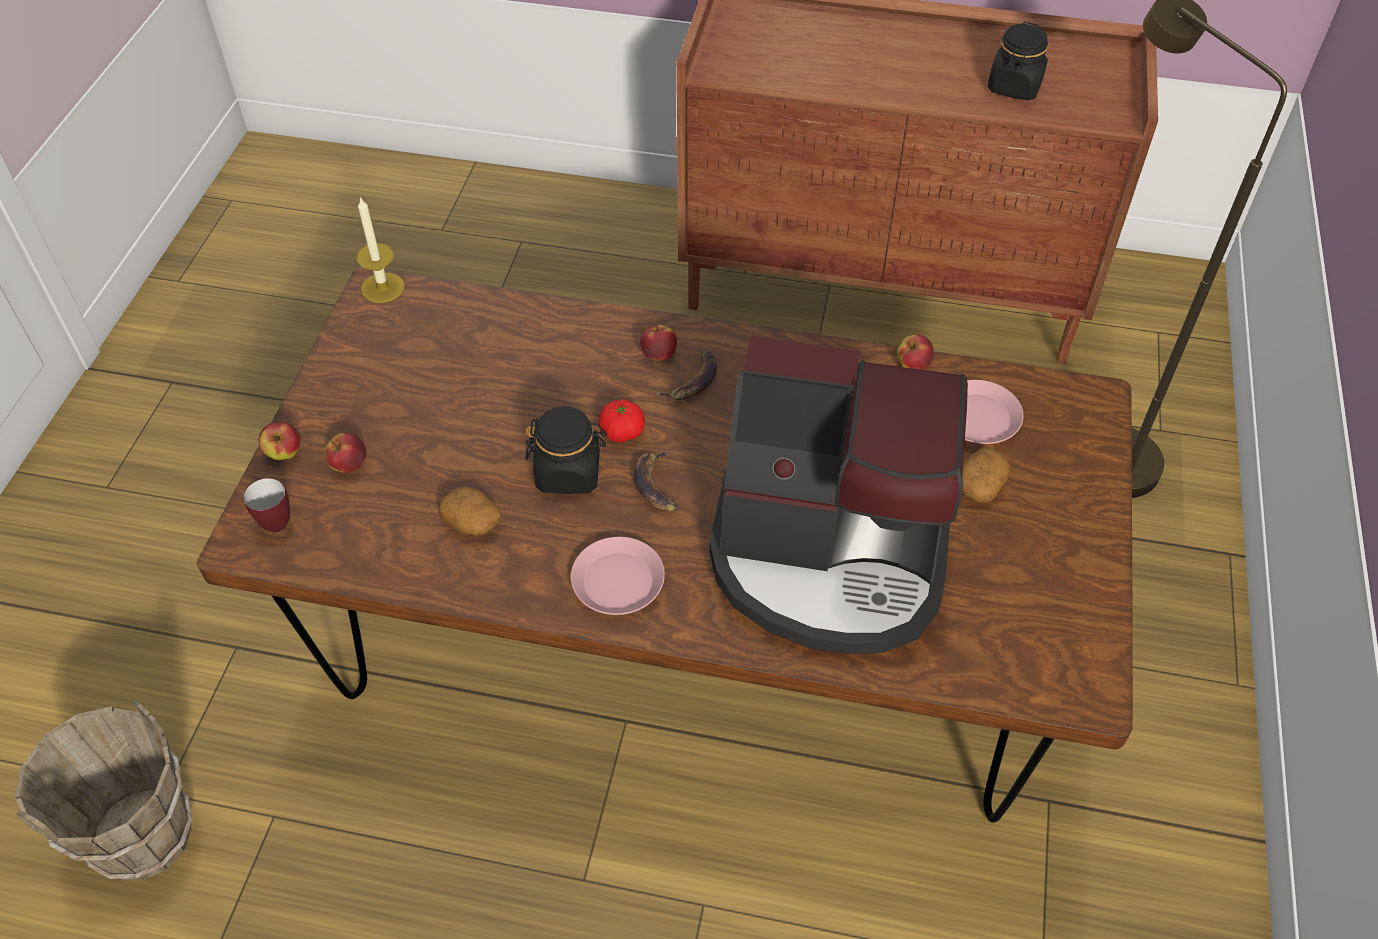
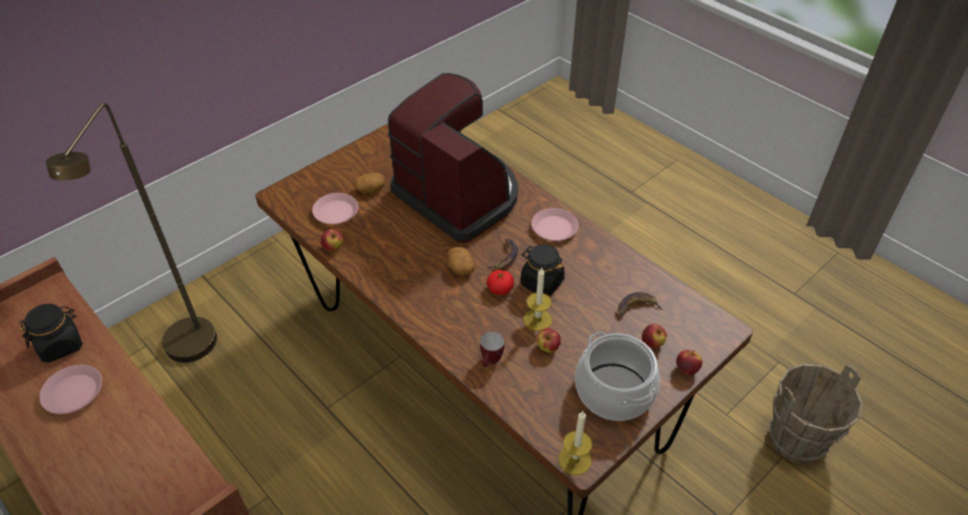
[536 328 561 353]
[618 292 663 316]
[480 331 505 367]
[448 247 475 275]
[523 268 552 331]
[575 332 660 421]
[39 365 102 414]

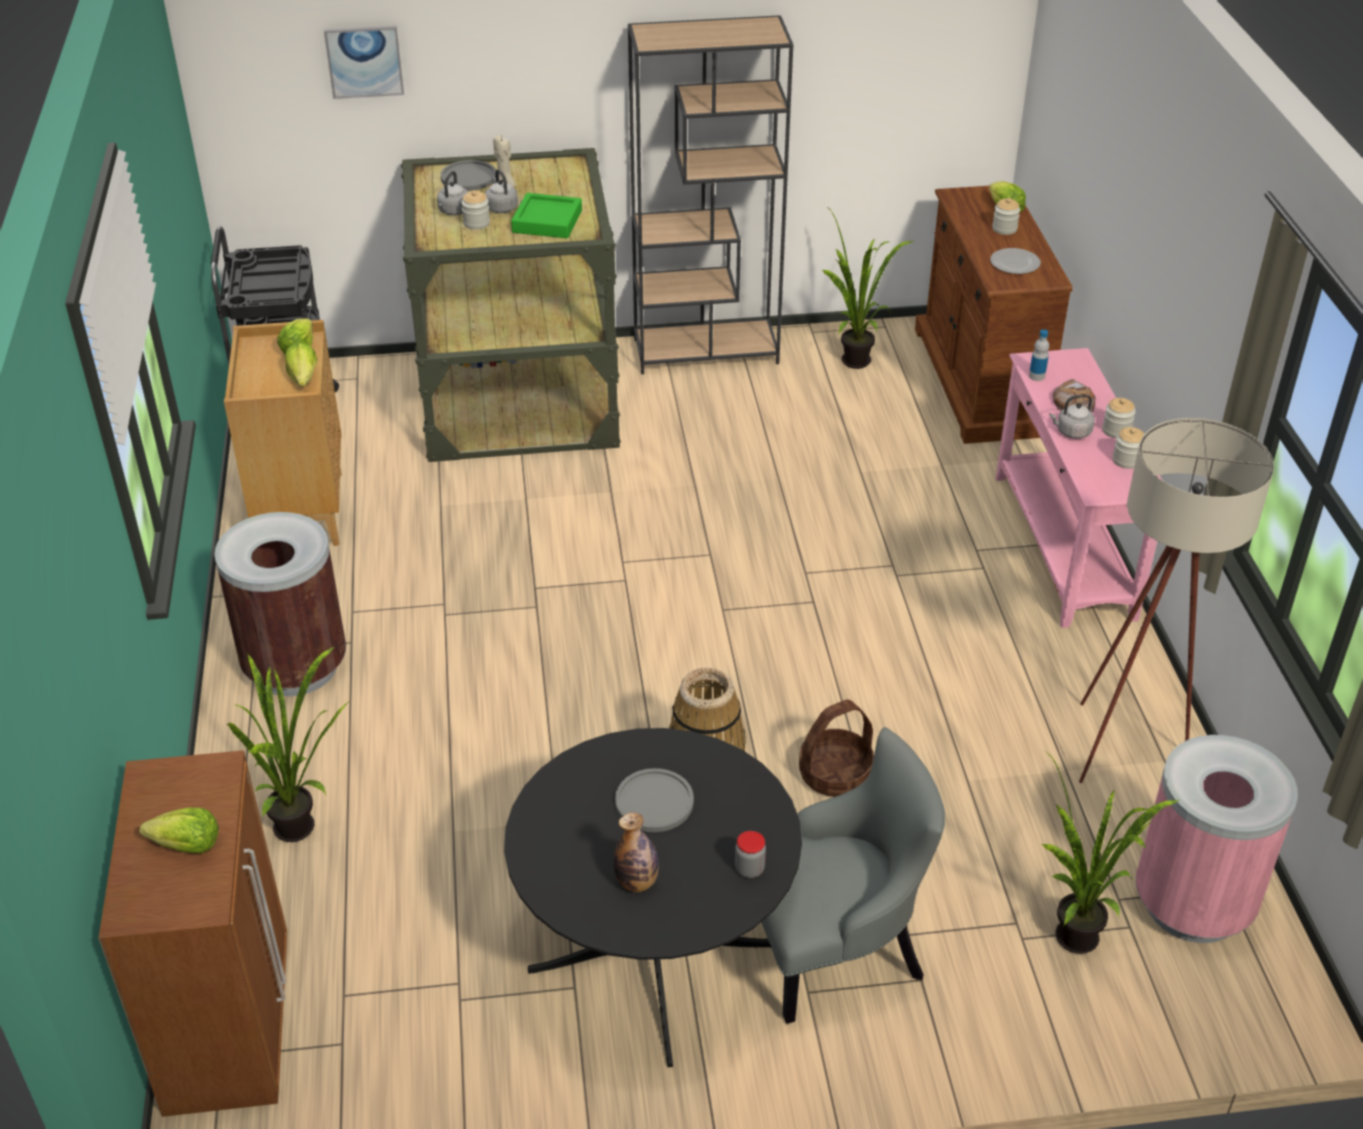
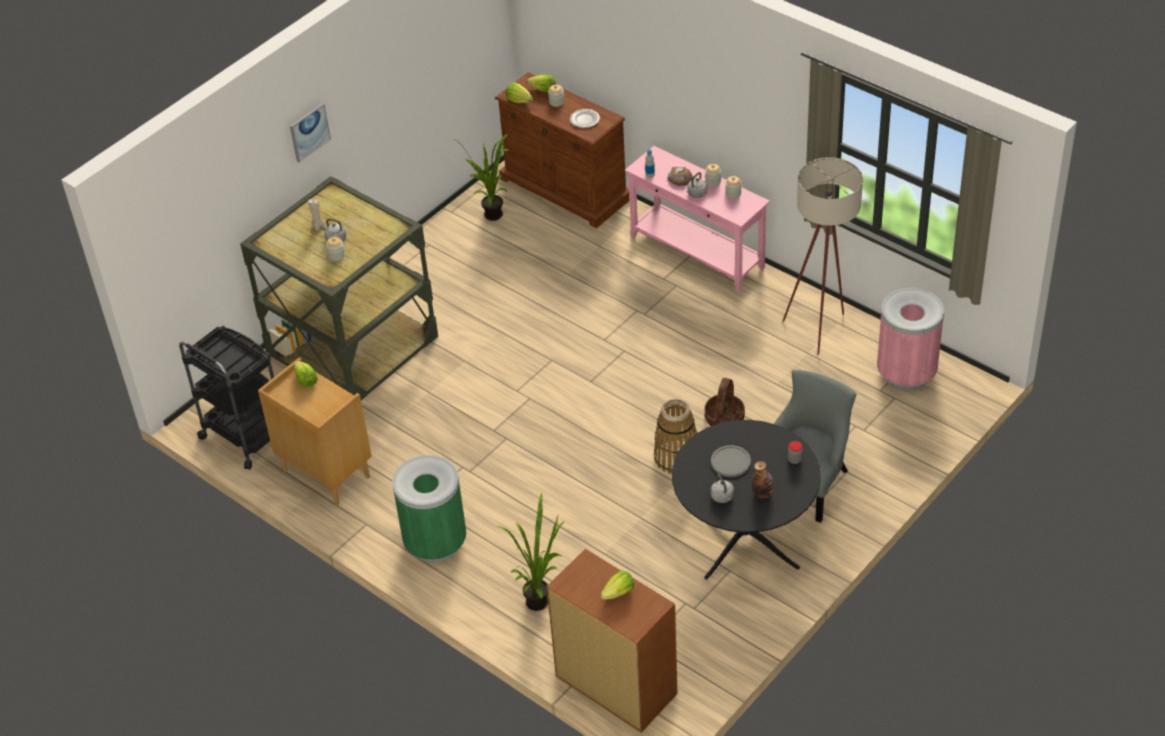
[628 15 793 374] (first image)
[290 103 331 162]
[441 160 496 191] (first image)
[711 474 734 503]
[511 193 582 238] (first image)
[506 82 533 103]
[392 455 466 562]
[1041 752 1180 954] (first image)

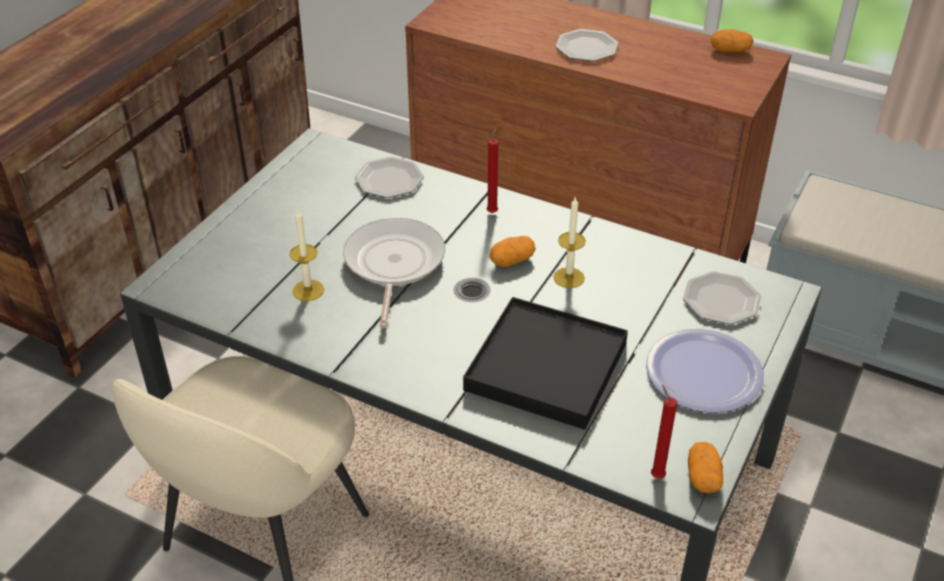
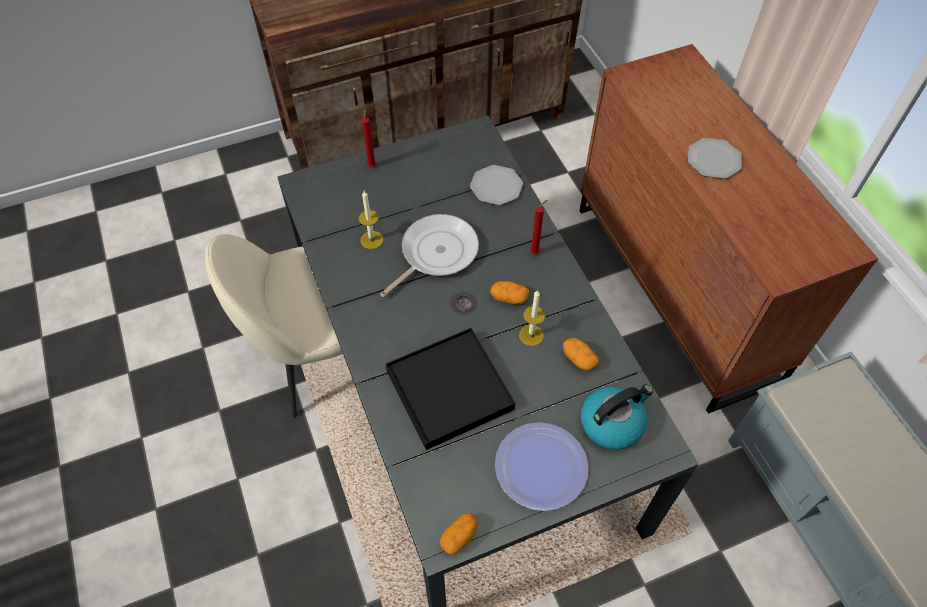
[563 338 599 371]
[581 384 653 450]
[362 109 376 167]

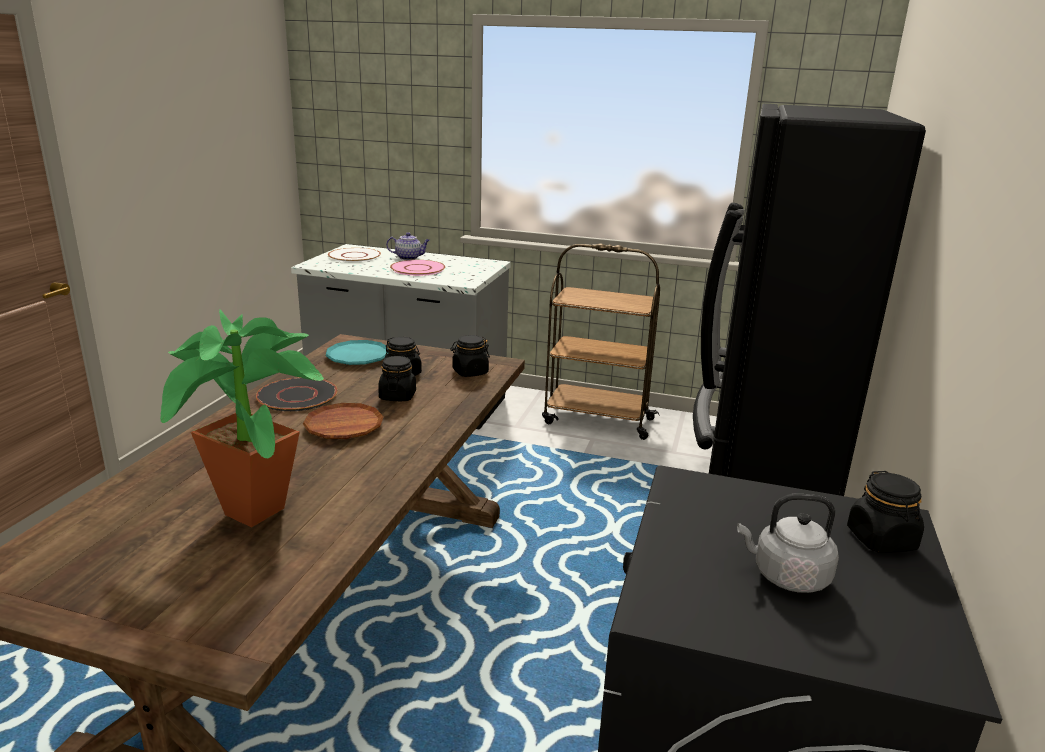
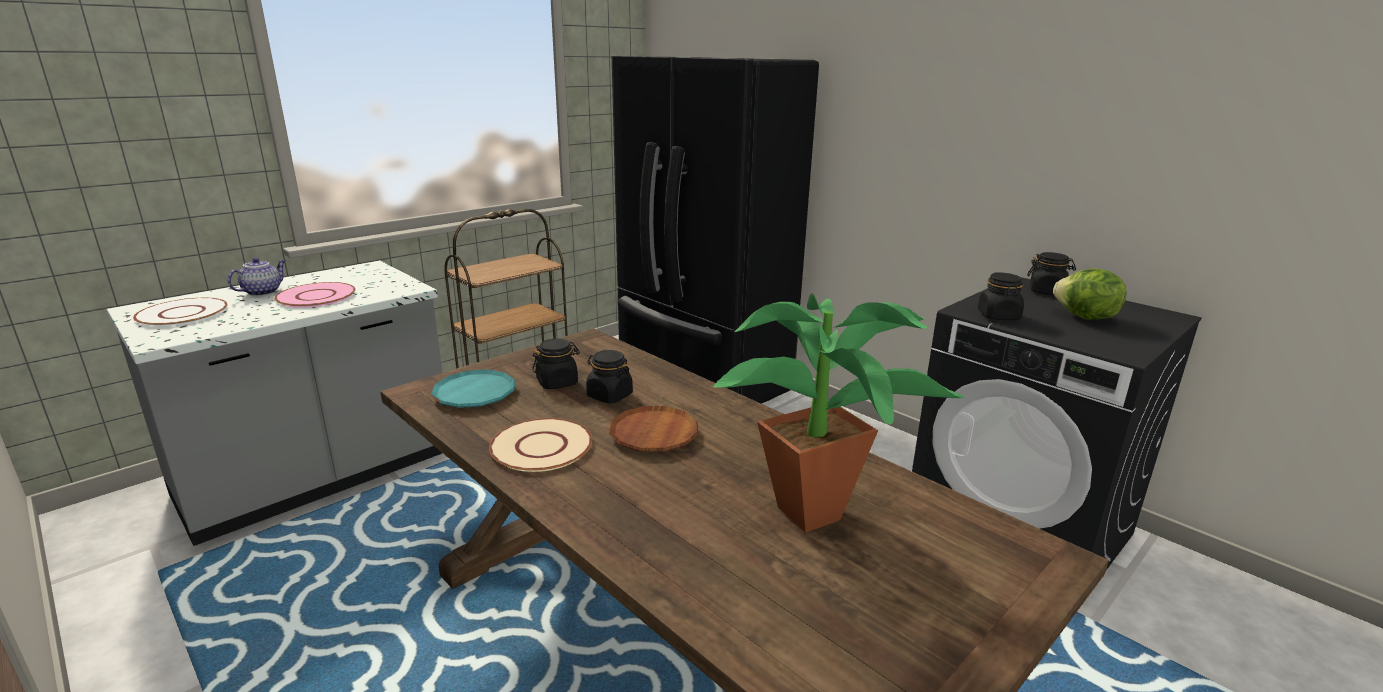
[978 272 1024 320]
[489 418 593 472]
[1053 269 1127 320]

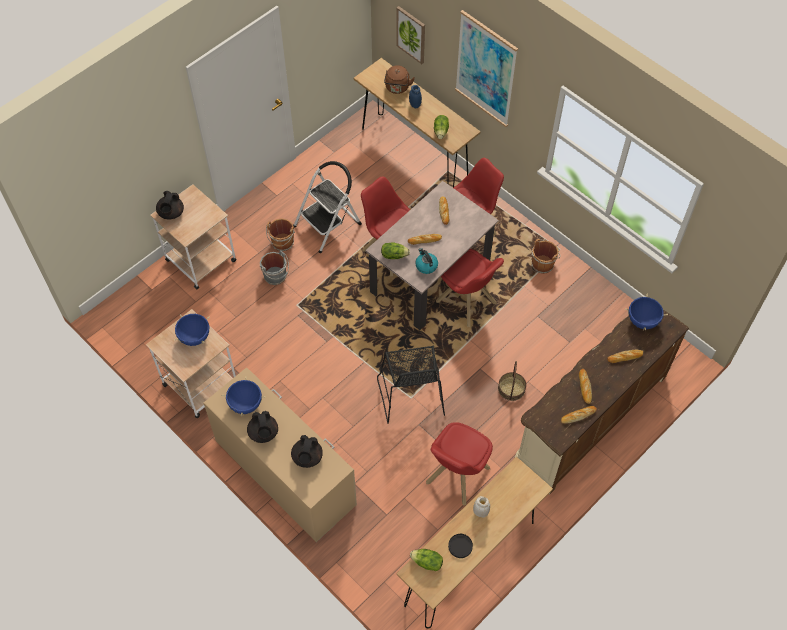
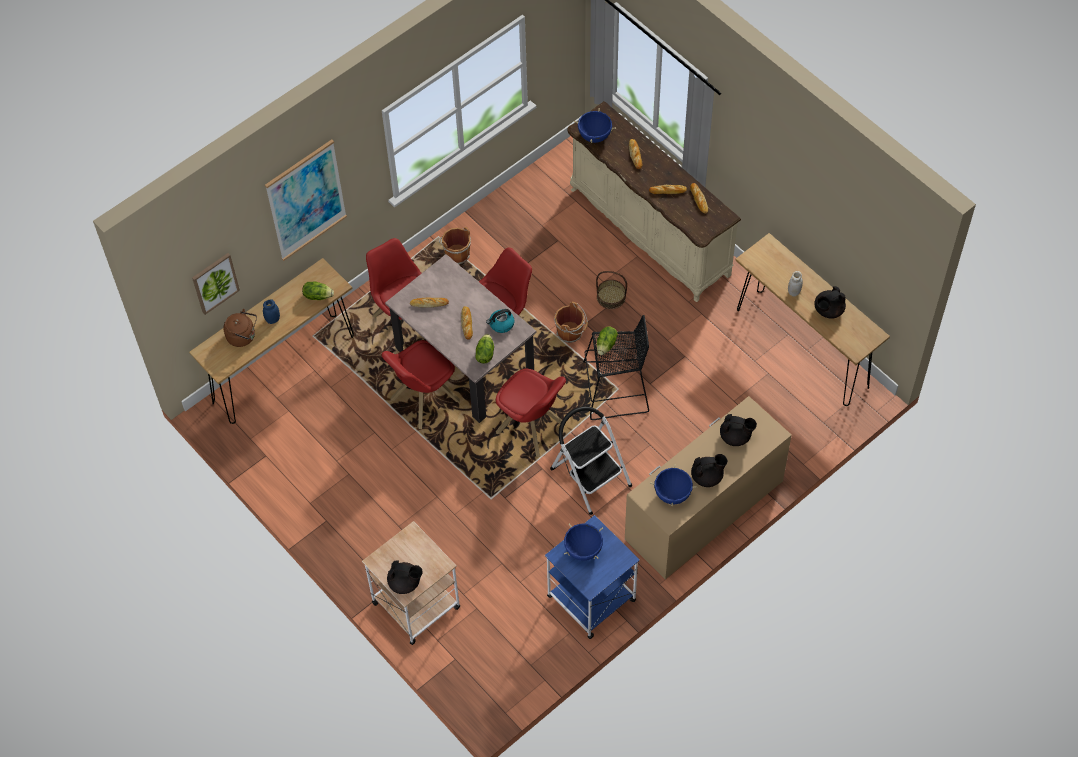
[550 406 632 515]
[554 302 588 343]
[260 250 289 285] (first image)
[545 515 640 639]
[496 369 566 457]
[815 286 846 319]
[597 326 618 355]

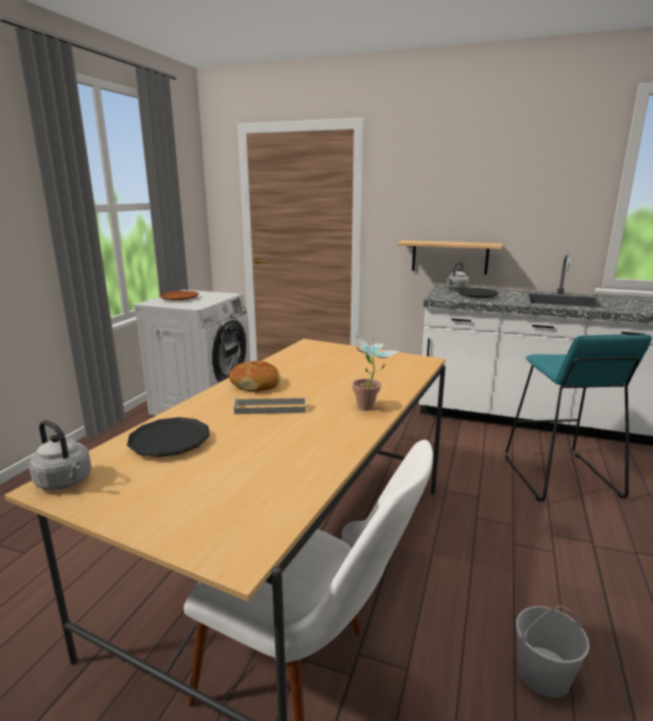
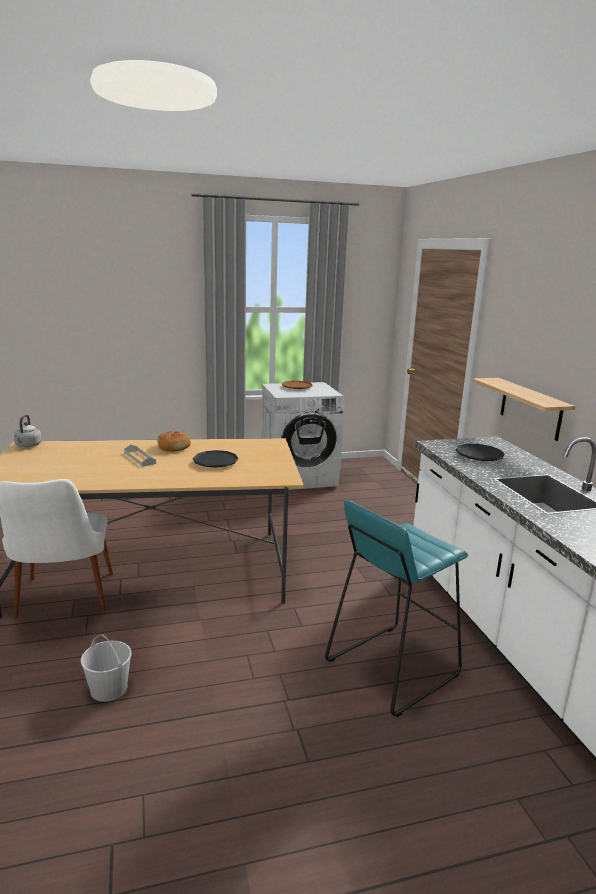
[447 262 469 291] (first image)
[352 335 400 411] (first image)
[193 450 239 468]

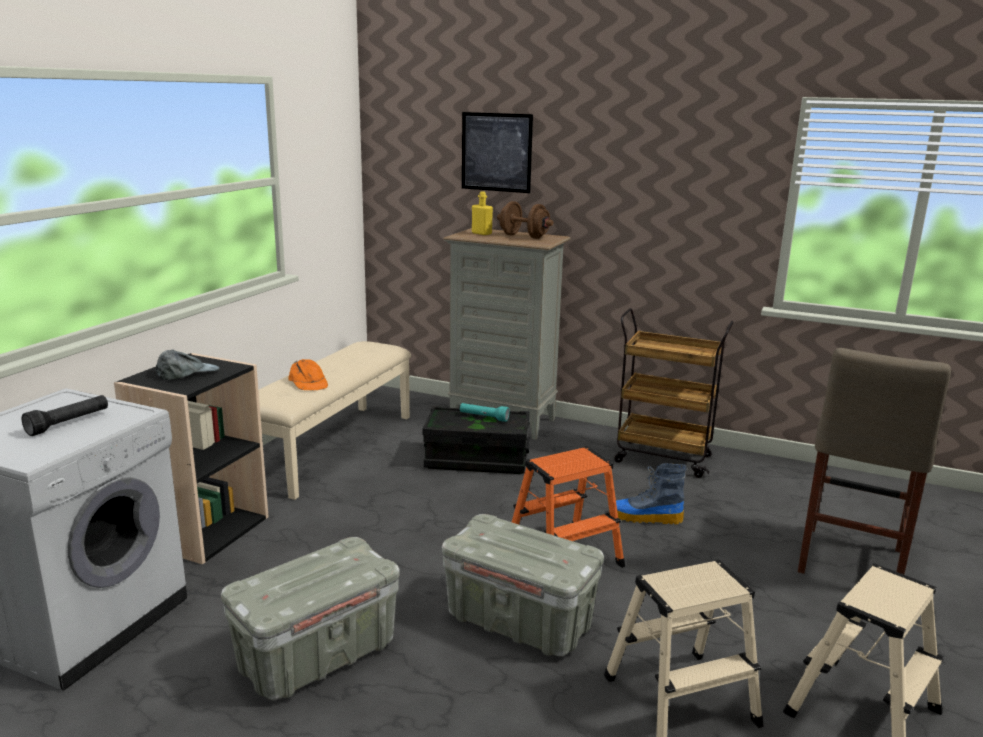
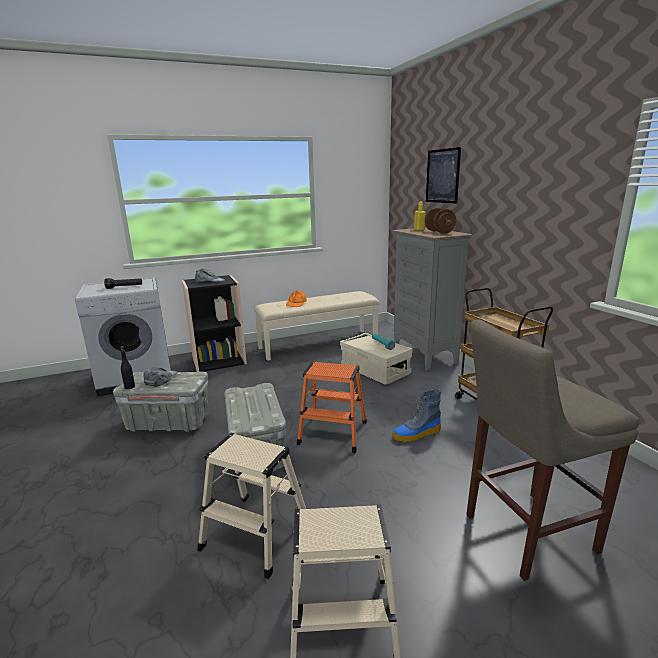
[340 333 413 385]
[392 389 441 442]
[120 346 135 389]
[143 367 178 387]

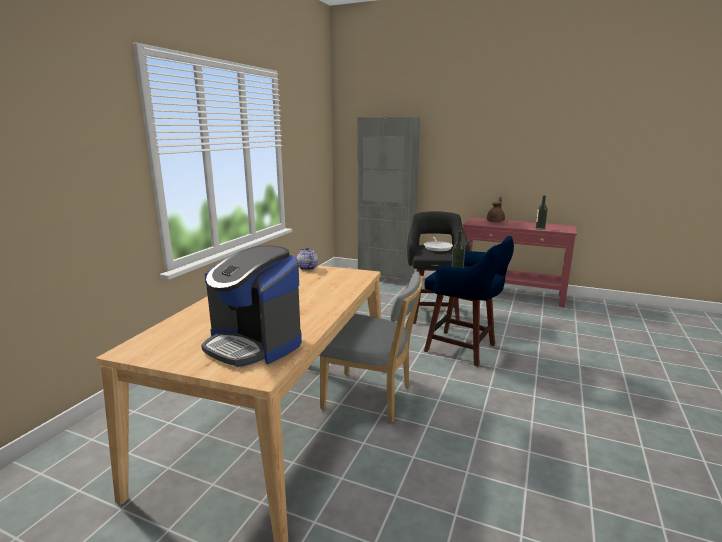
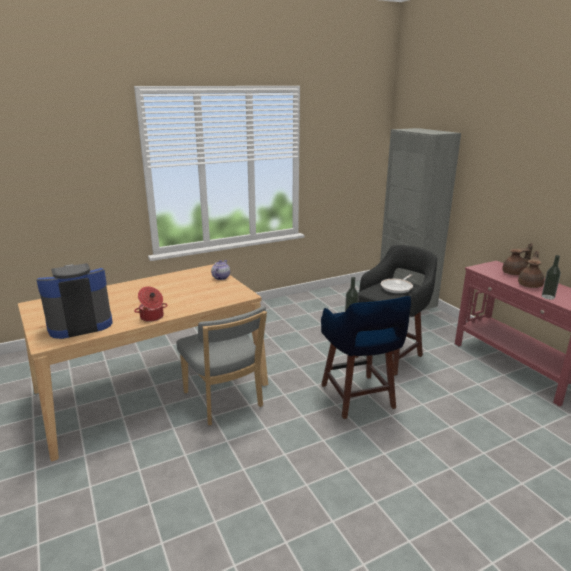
[36 263 113 339]
[518 250 545 288]
[134 286 168 322]

